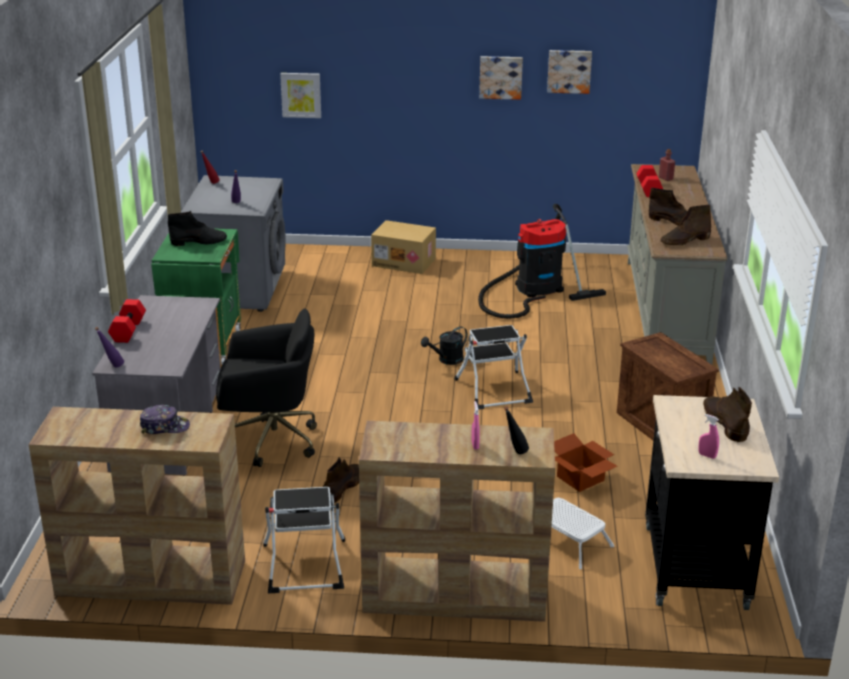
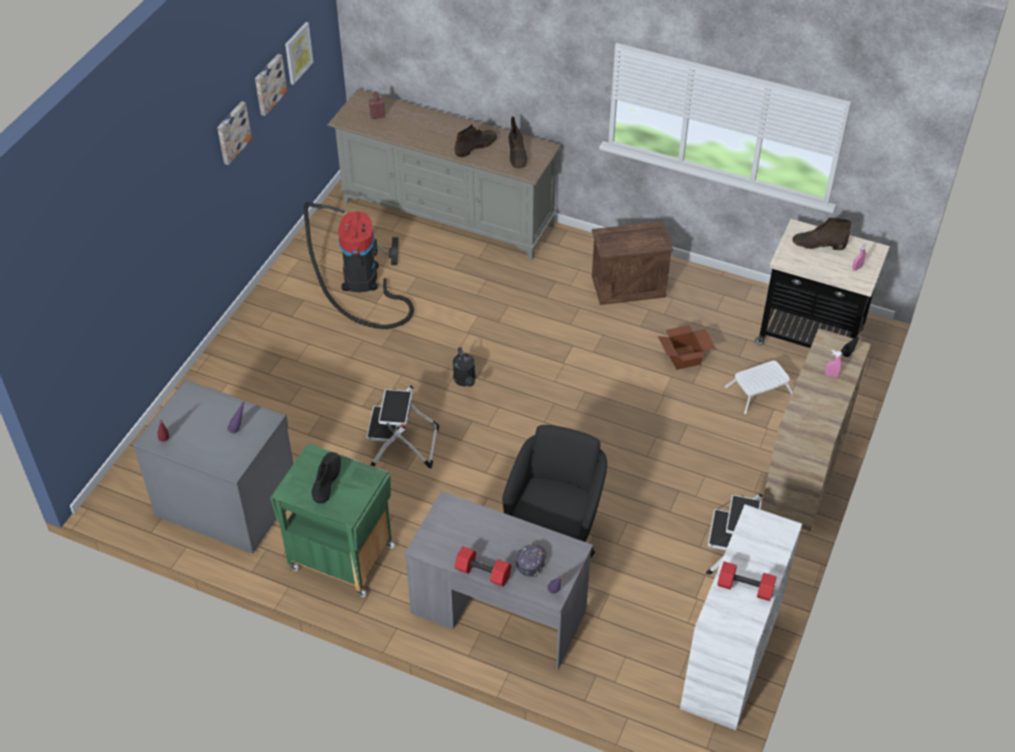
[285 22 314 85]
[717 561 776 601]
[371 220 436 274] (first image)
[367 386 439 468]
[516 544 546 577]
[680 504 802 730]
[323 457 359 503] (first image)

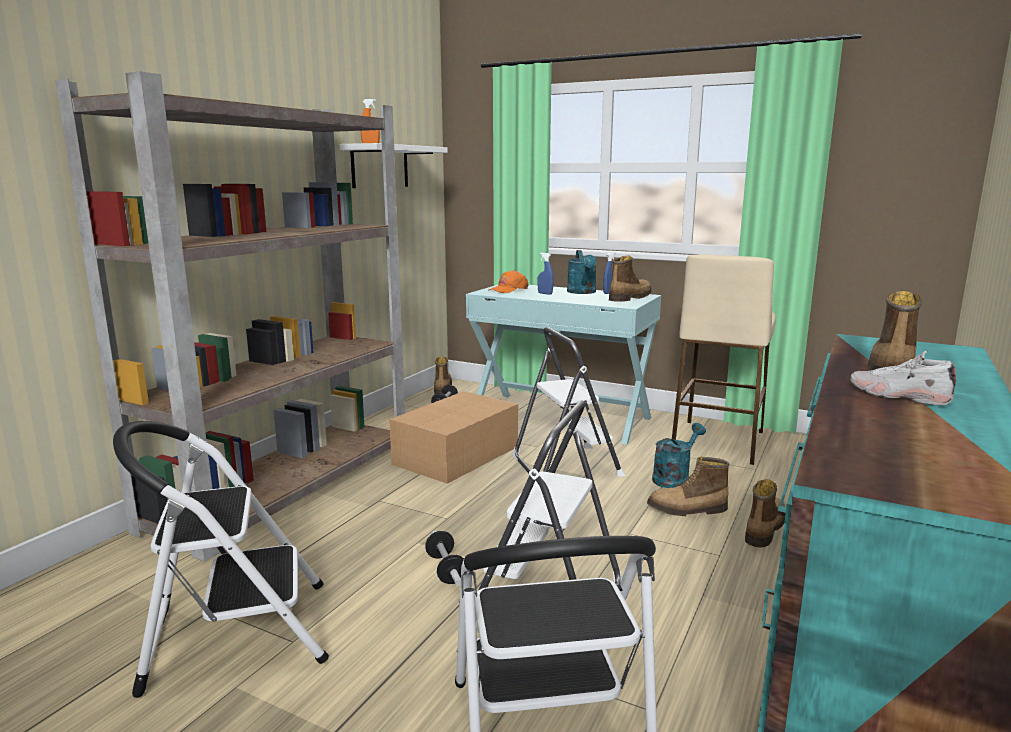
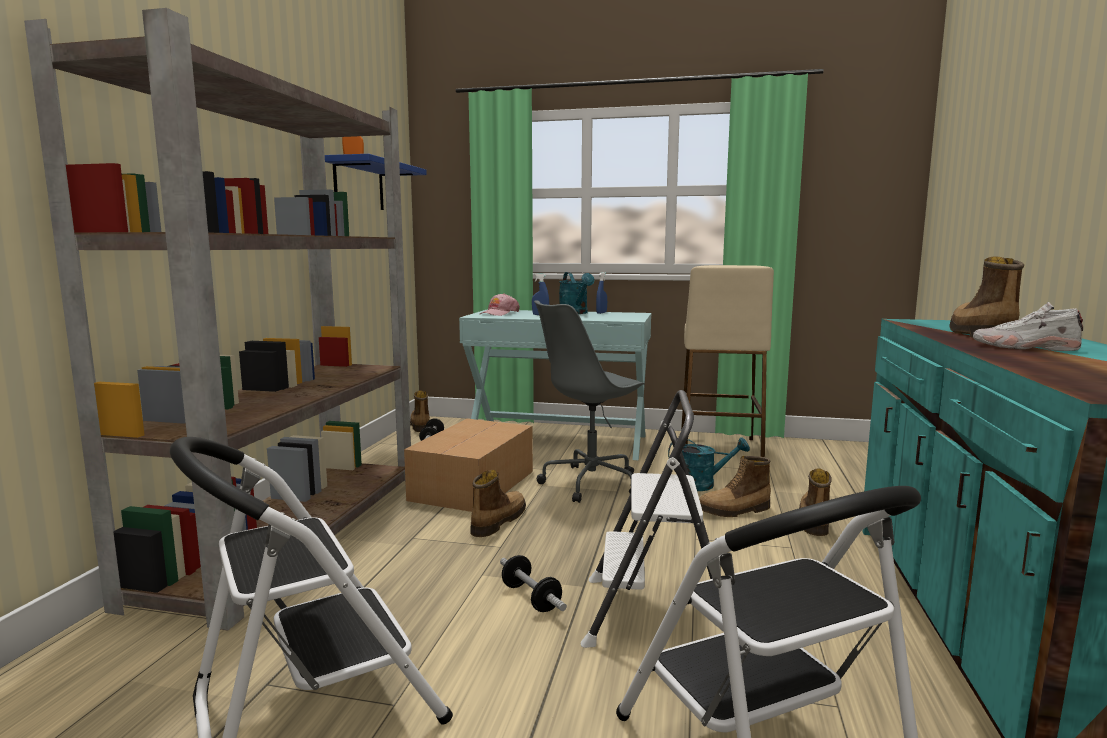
[325 154 427 210]
[471 470 526 537]
[480 293 520 316]
[534 300 645 503]
[668 437 750 491]

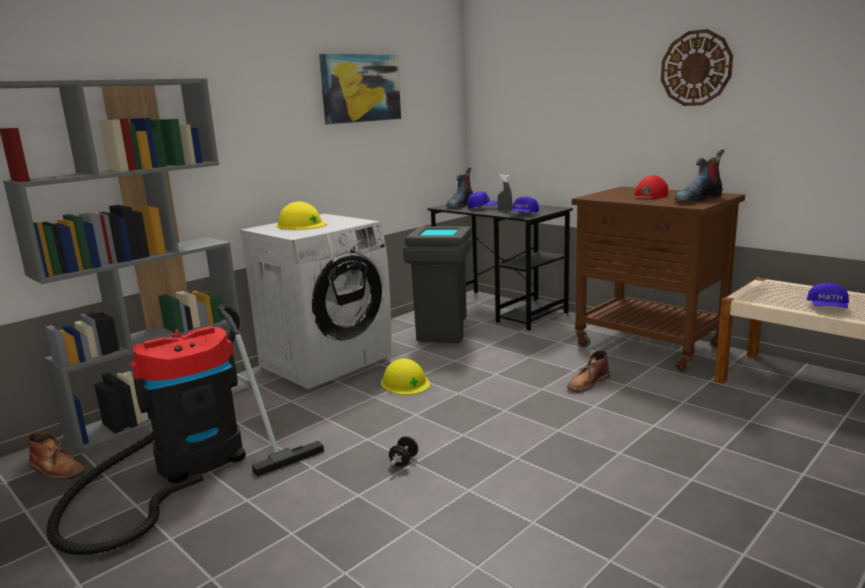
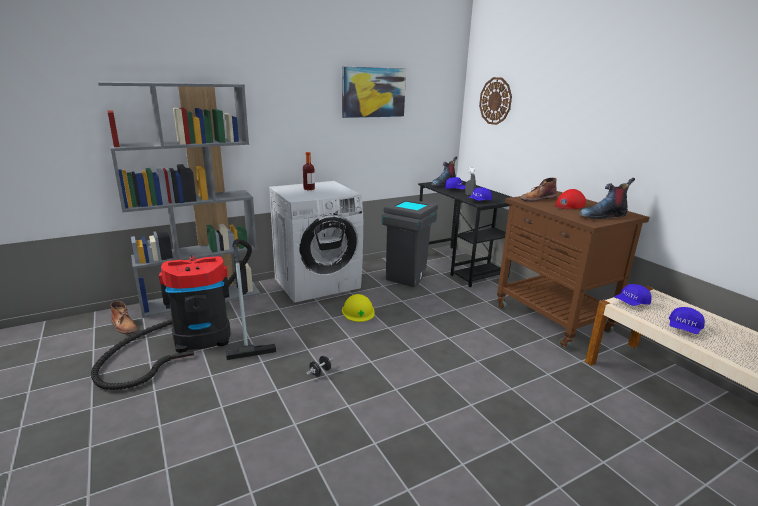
[479 77 512 125]
[303 152 315 190]
[520 178 557 202]
[615 284 651 306]

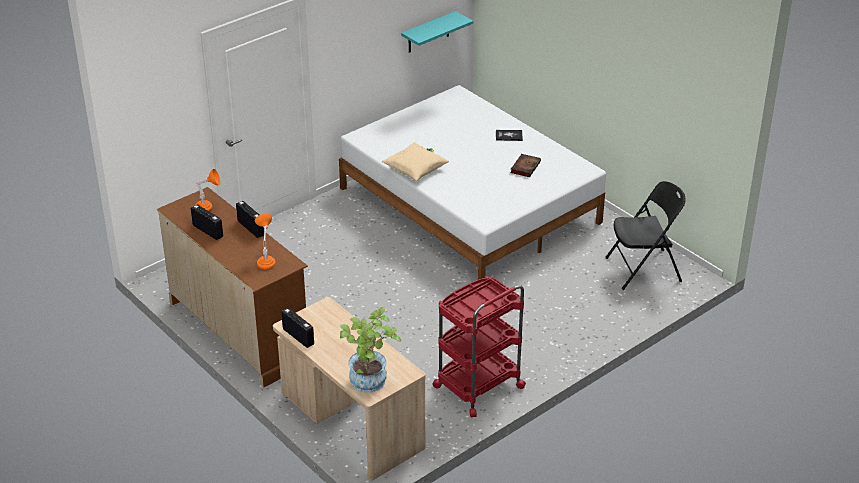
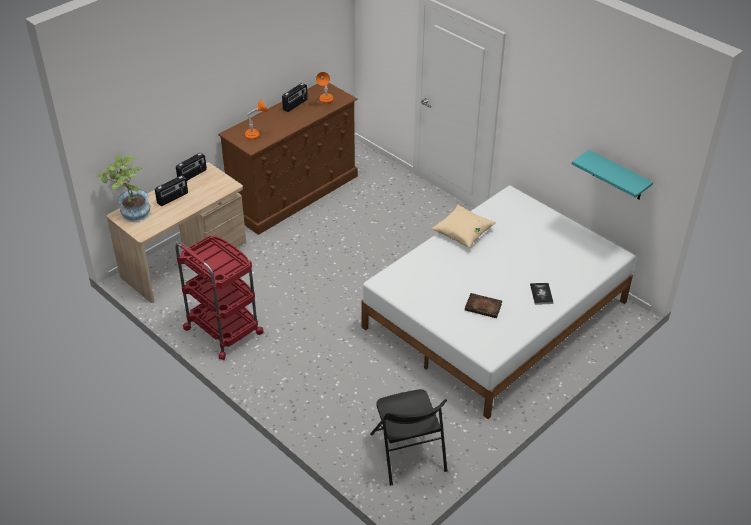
[155 175 188 206]

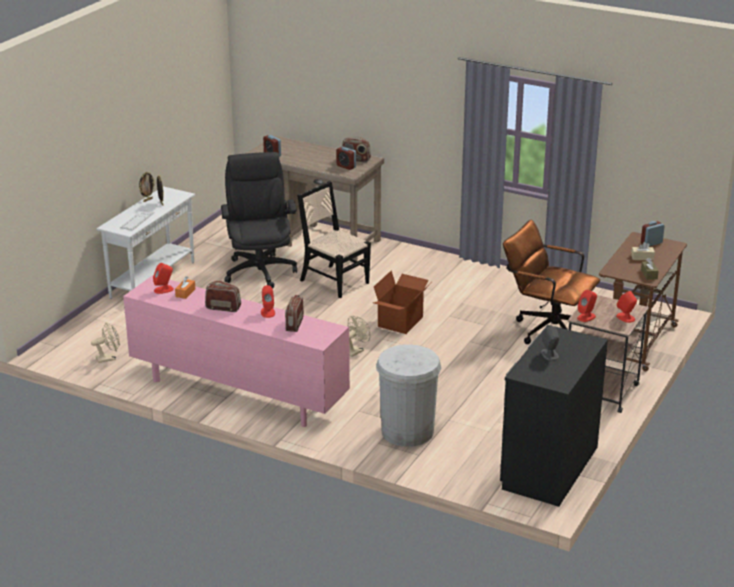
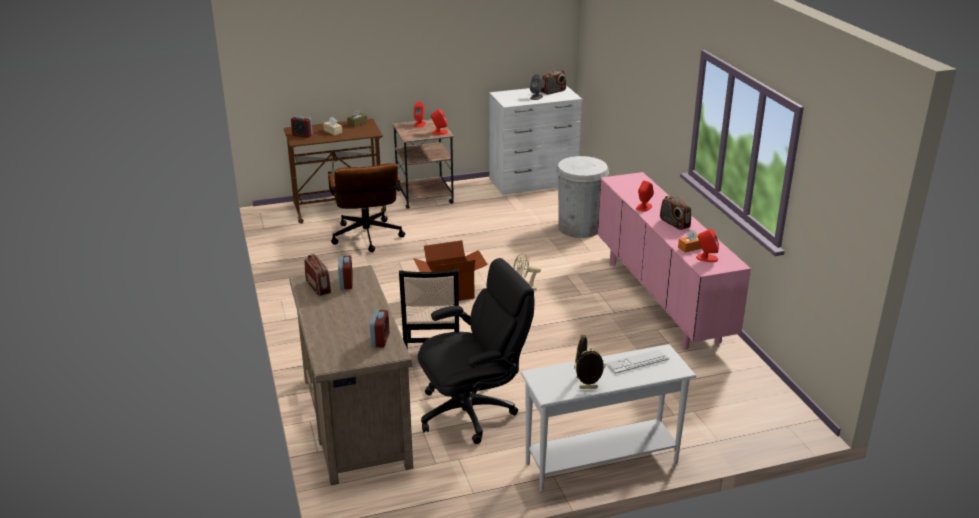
[418 258 534 444]
[541 69 566 95]
[91 323 120 363] (first image)
[489 86 582 195]

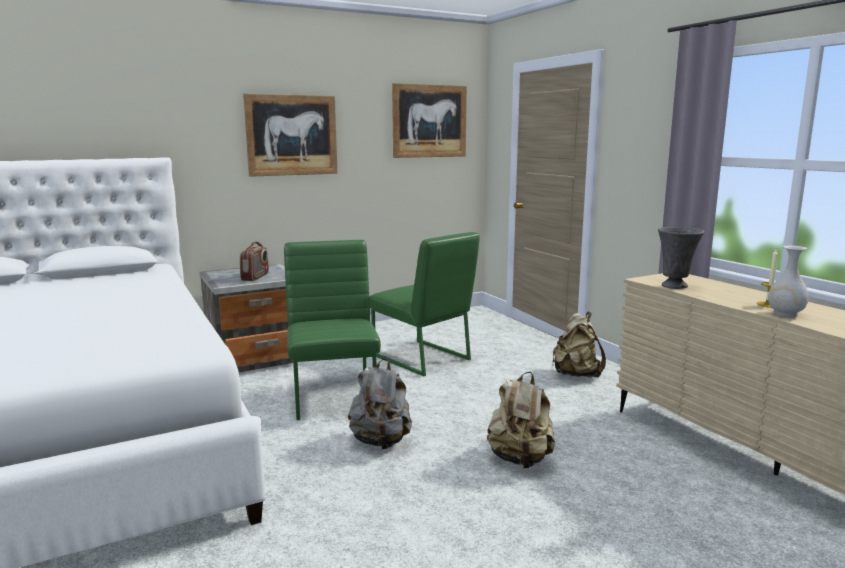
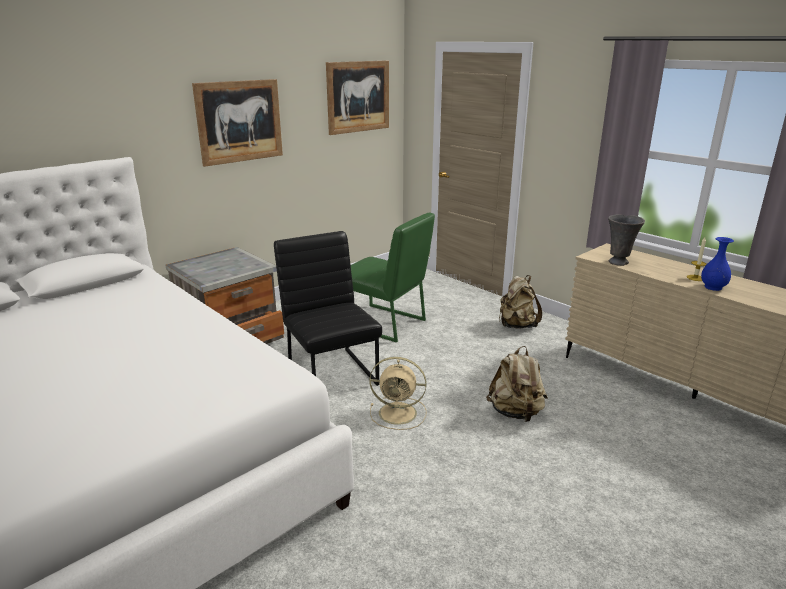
[274 231 382 386]
[240 242 269 281] (first image)
[701 237 734 291]
[369 357 427 430]

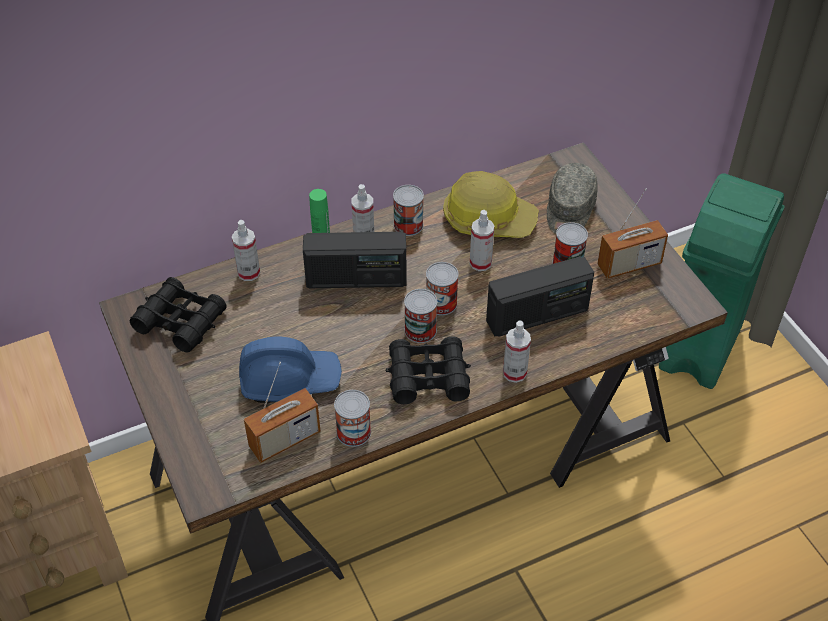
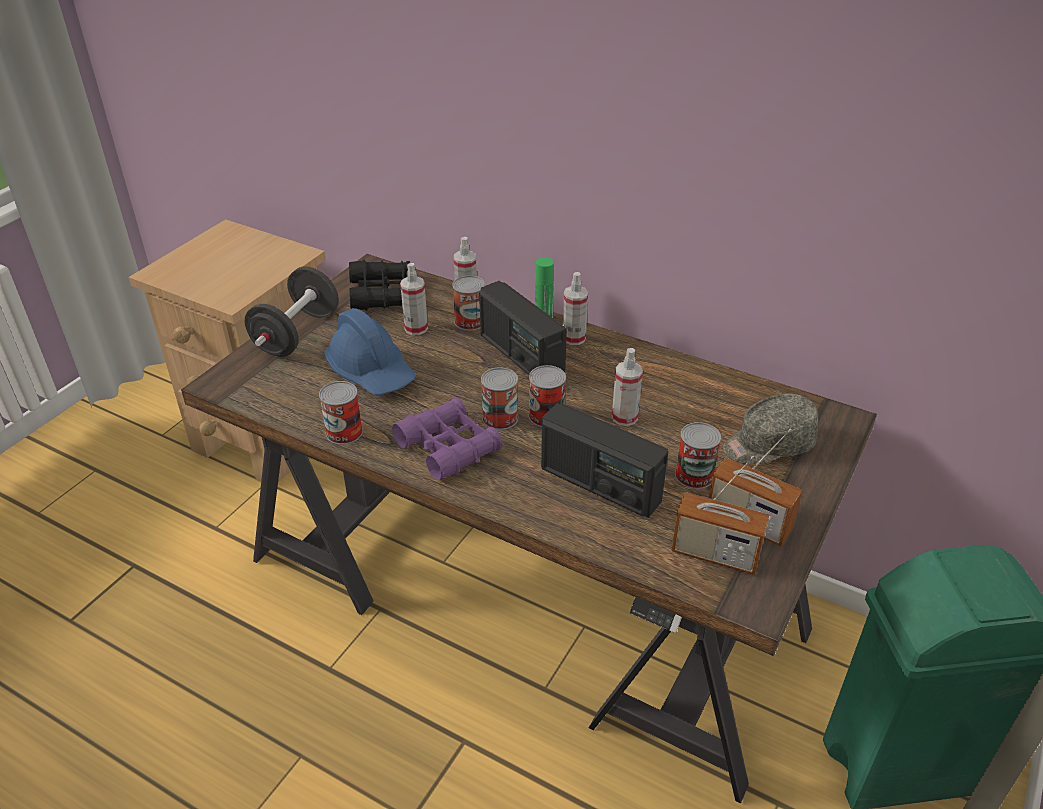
[443 171 539 238] (first image)
[452 276 485 331]
[400 263 428 335]
[392 398 503 480]
[672 456 769 575]
[245 266 339 357]

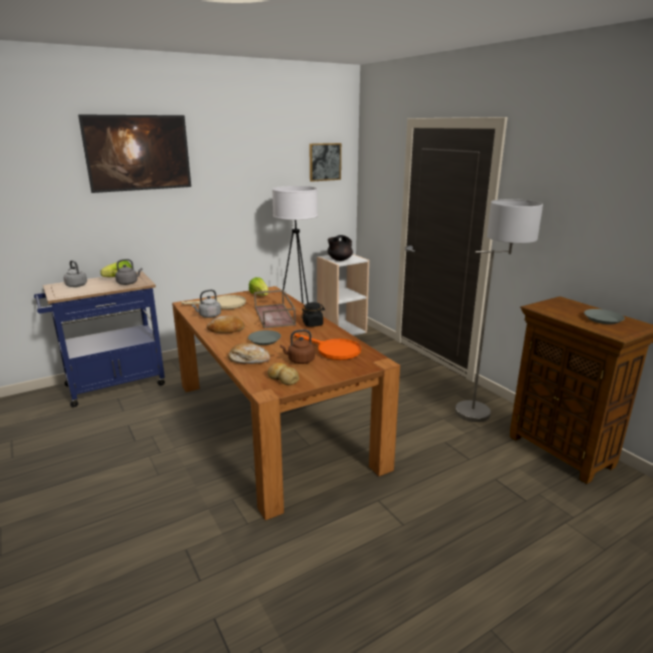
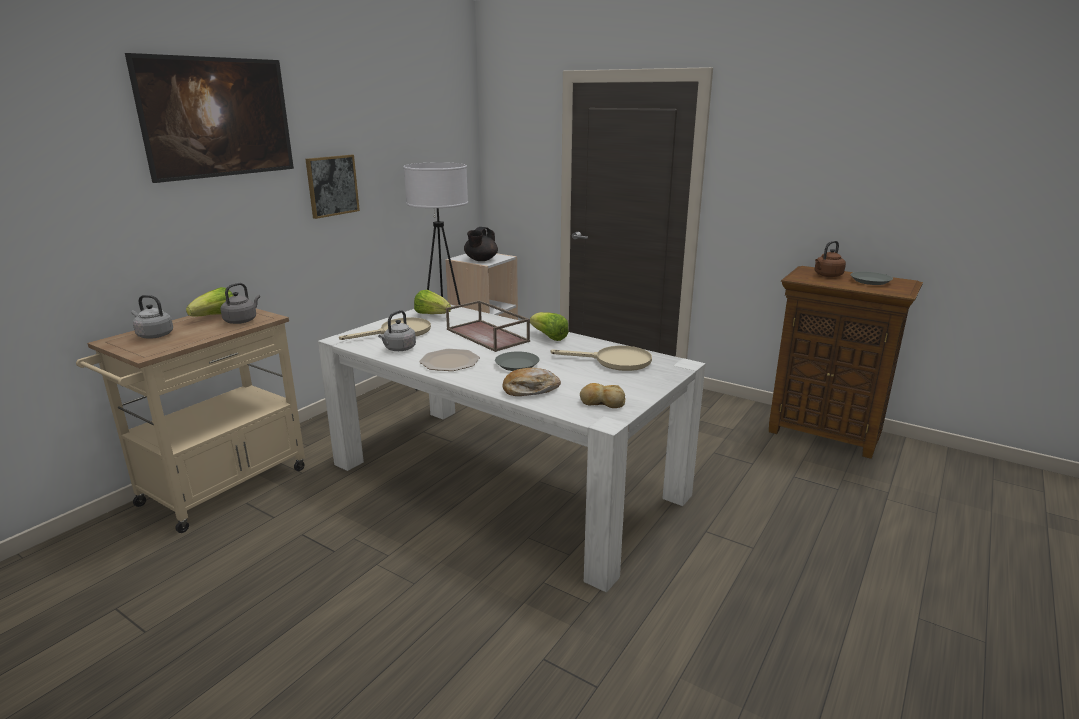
[306 155 360 219]
[455 199 543 422] (first image)
[76 308 305 533]
[318 305 705 593]
[530 312 569 341]
[419 349 480 371]
[814 241 846 277]
[550 346 652 371]

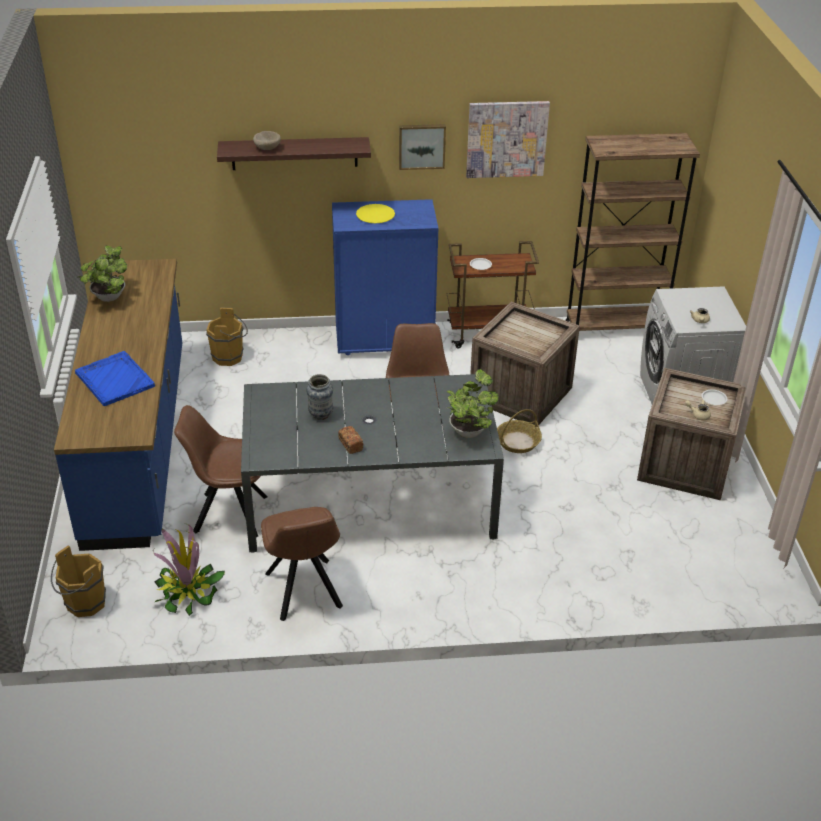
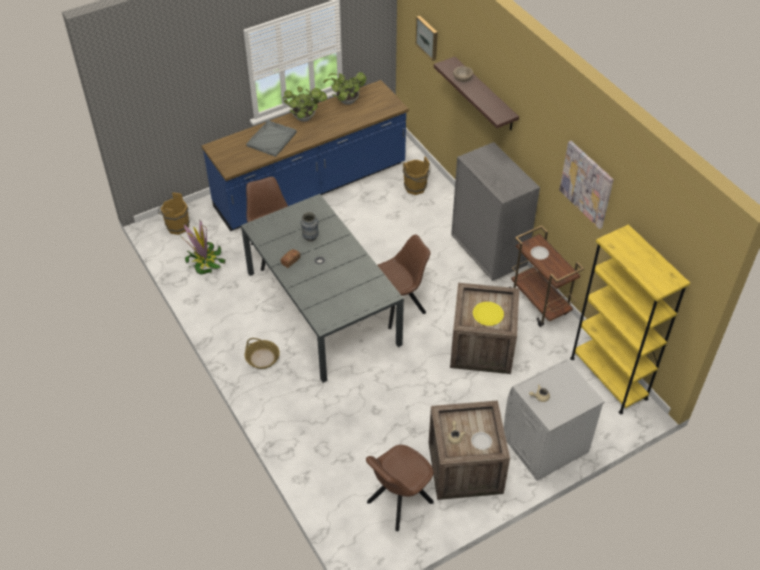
[416 16 438 61]
[570 224 690 414]
[451 142 540 281]
[473 302 504 326]
[246 120 297 157]
[283 86 327 122]
[245 338 280 369]
[366 445 434 531]

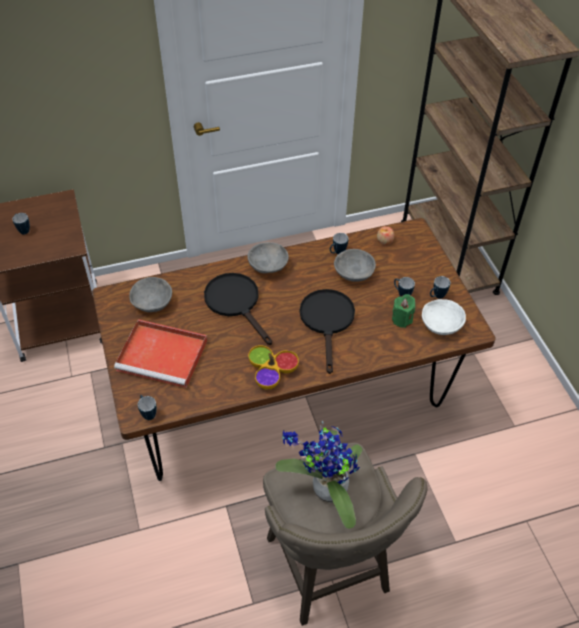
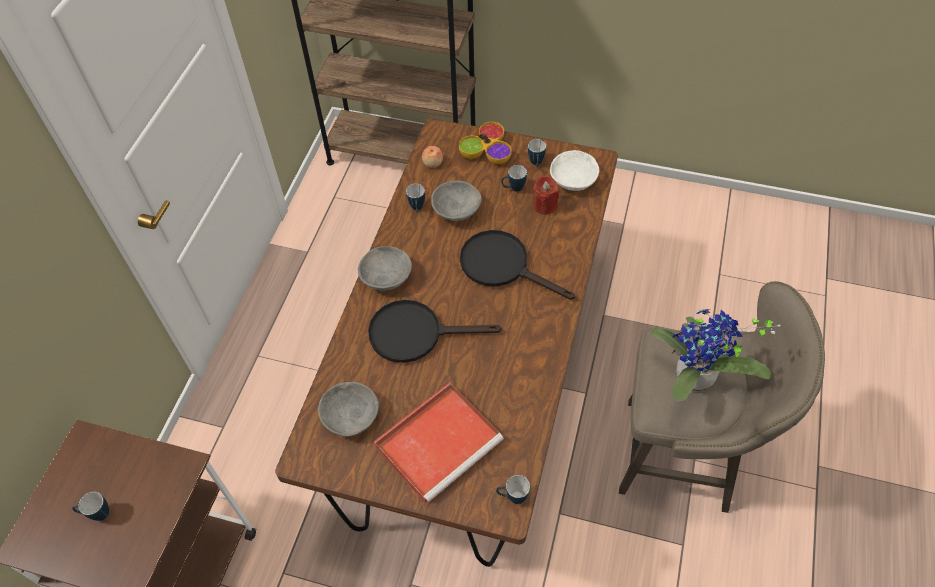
[532 175 559 215]
[459 122 512 164]

